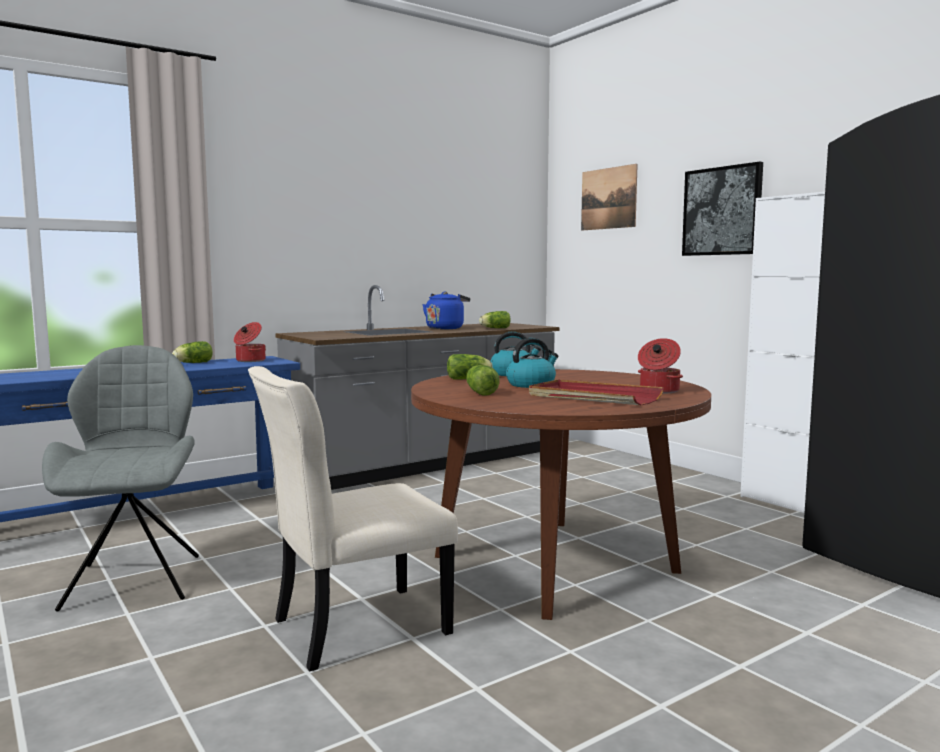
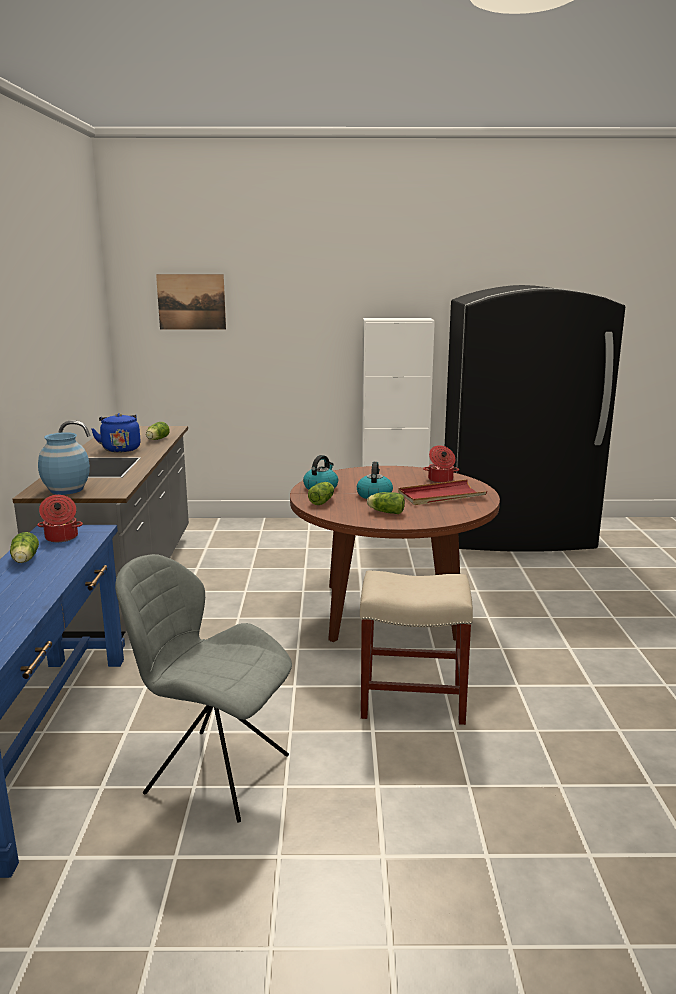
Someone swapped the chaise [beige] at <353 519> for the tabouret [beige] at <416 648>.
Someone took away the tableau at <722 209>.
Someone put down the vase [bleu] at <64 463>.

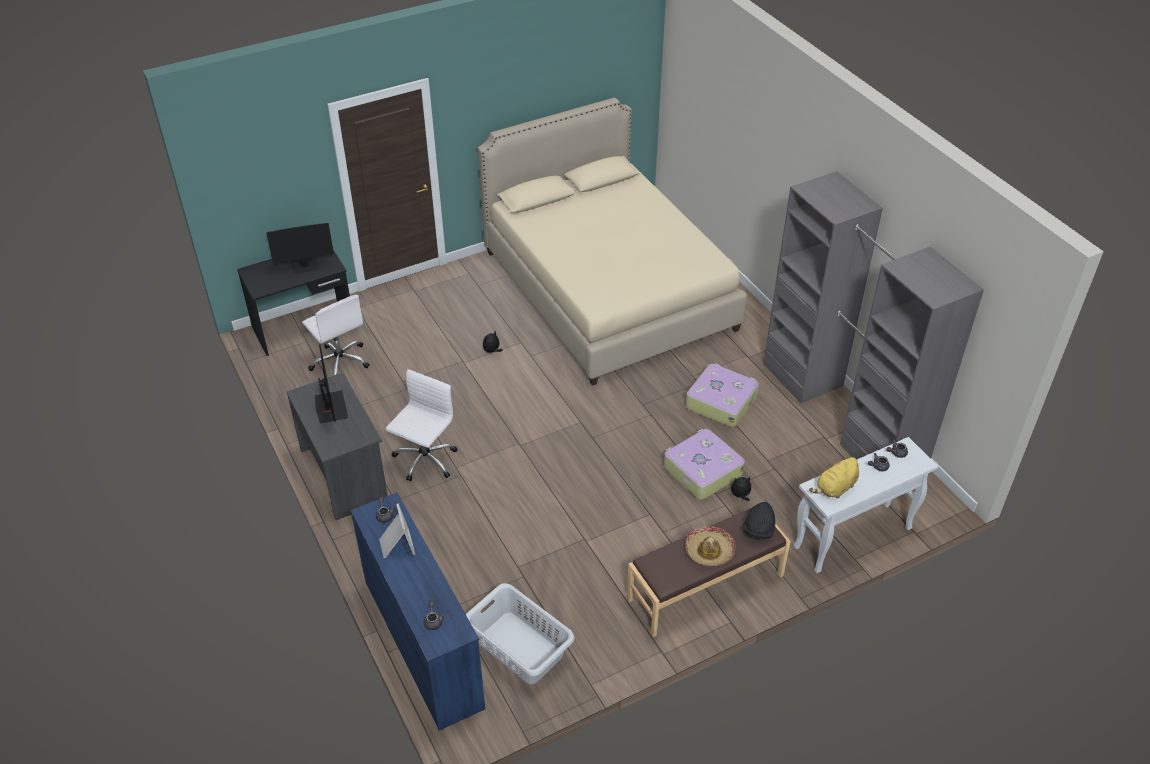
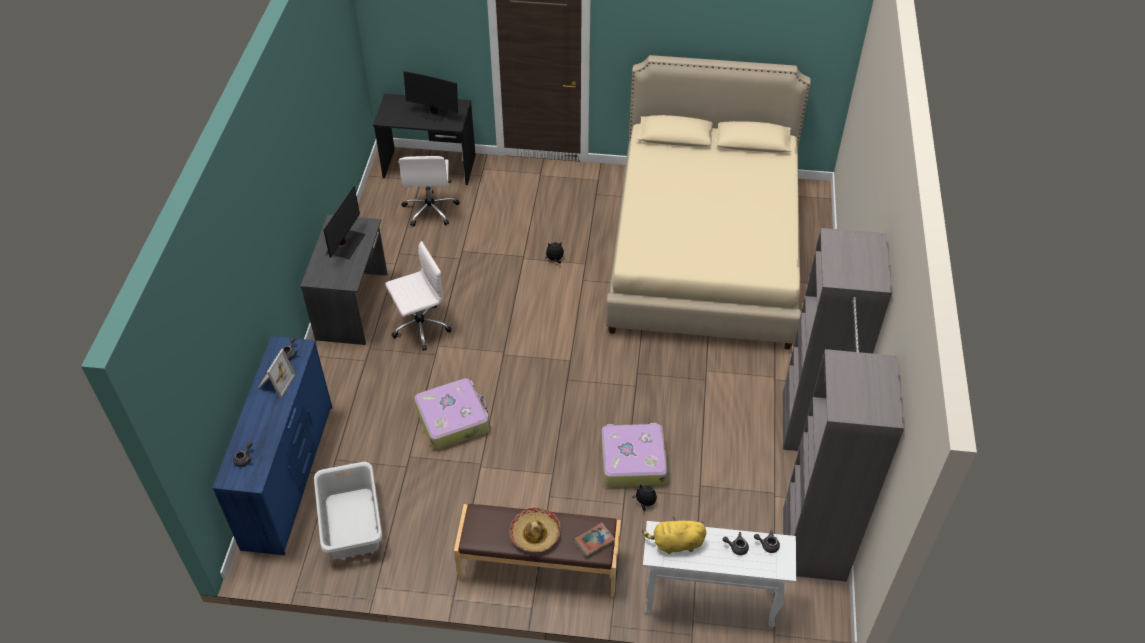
Someone carried the valise from <722 395> to <451 414>.
Someone swapped the chapeau [noir] at <759 521> for the livre at <594 540>.

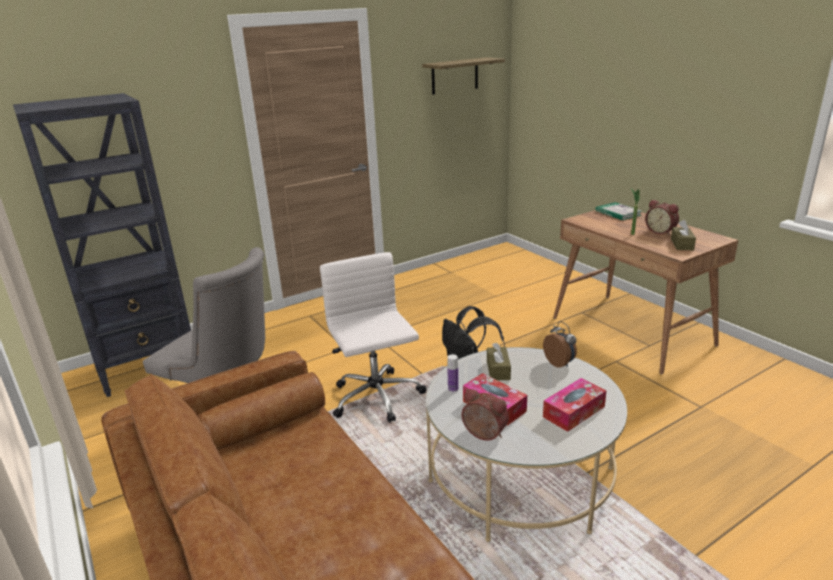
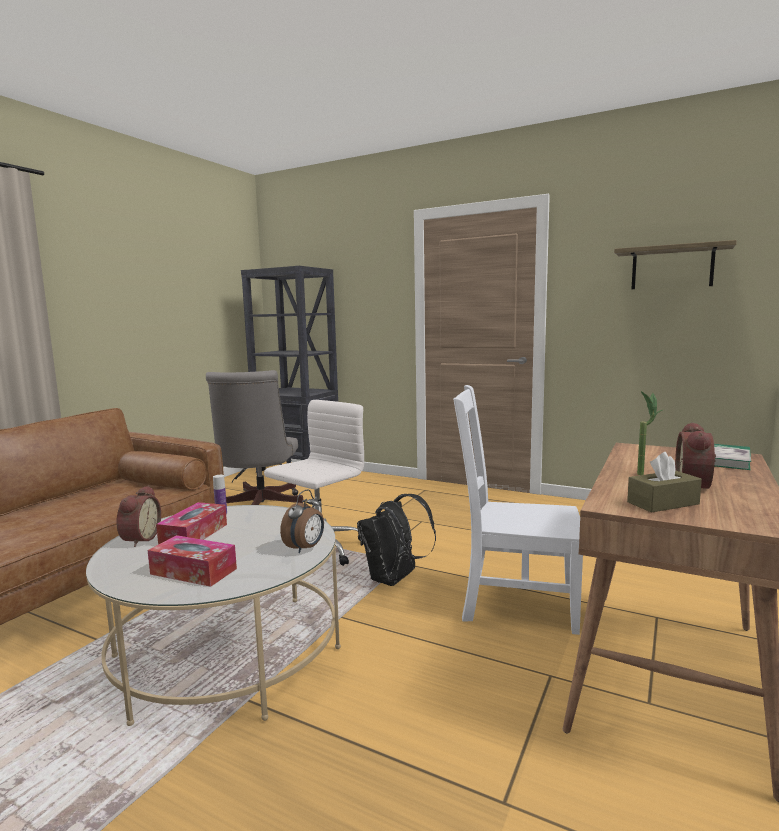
Someone took away the boîte à mouchoirs [marron] at <499 361>.
Someone put down the chaise [blanc] at <518 510>.

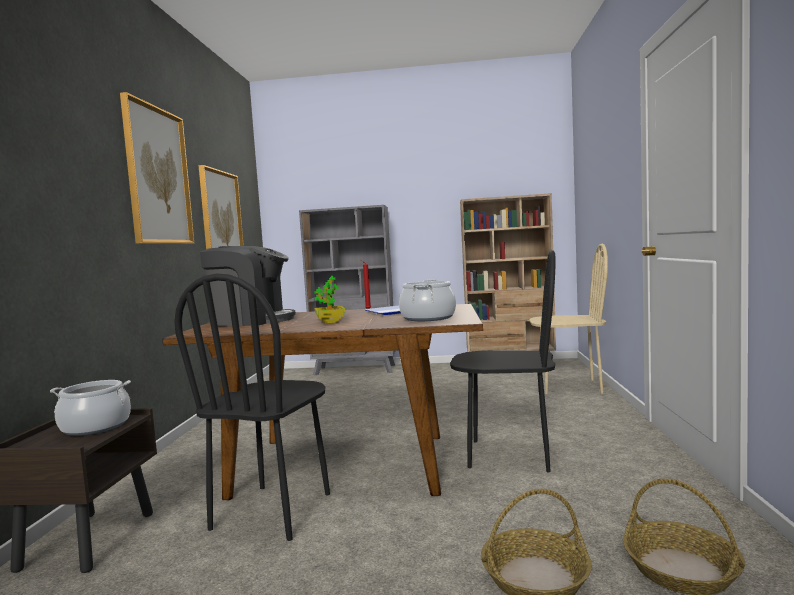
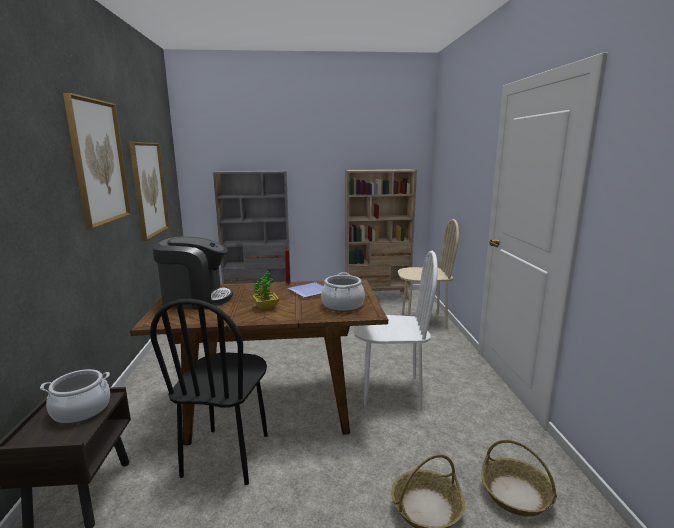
Someone repainted the chaise [noir] at <503 361>, which became the chaise [blanc] at <396 329>.

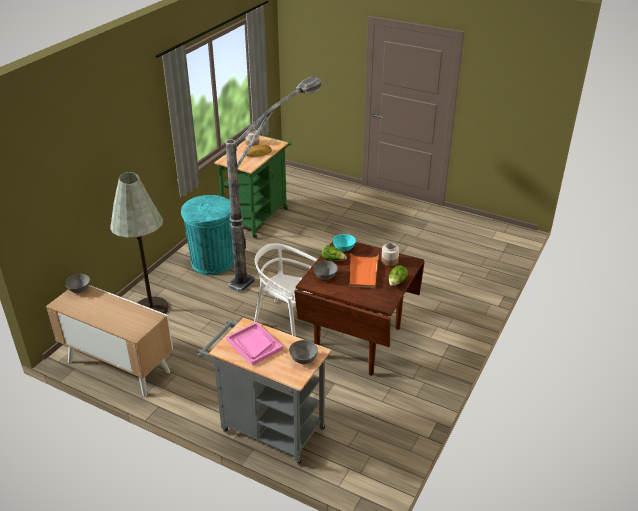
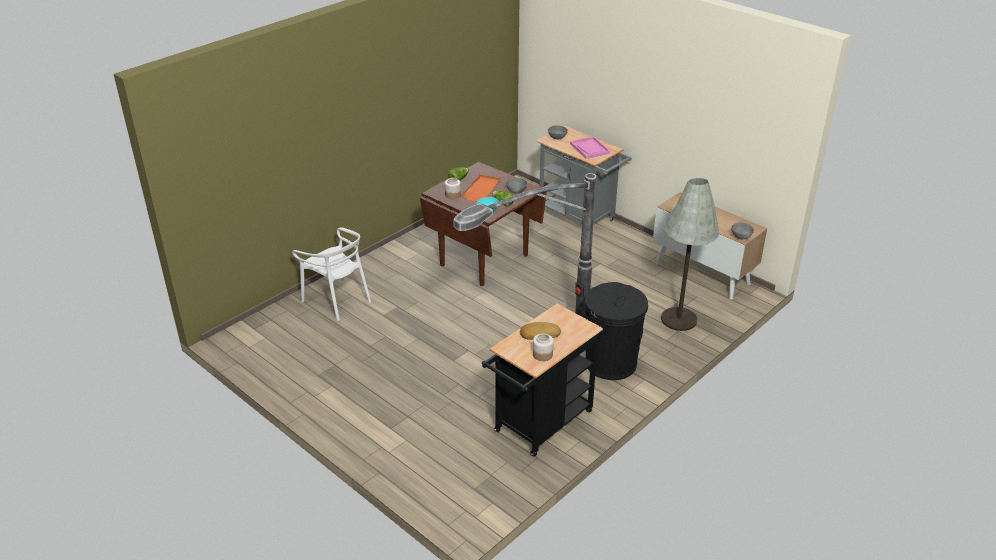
Someone repainted the poubelle [turquoise] at <207 235>, which became the poubelle [noir] at <616 331>.
Someone repainted the chariot [vert] at <253 186>, which became the chariot [noir] at <542 380>.
Someone carried the chaise [blanc] from <285 290> to <331 274>.

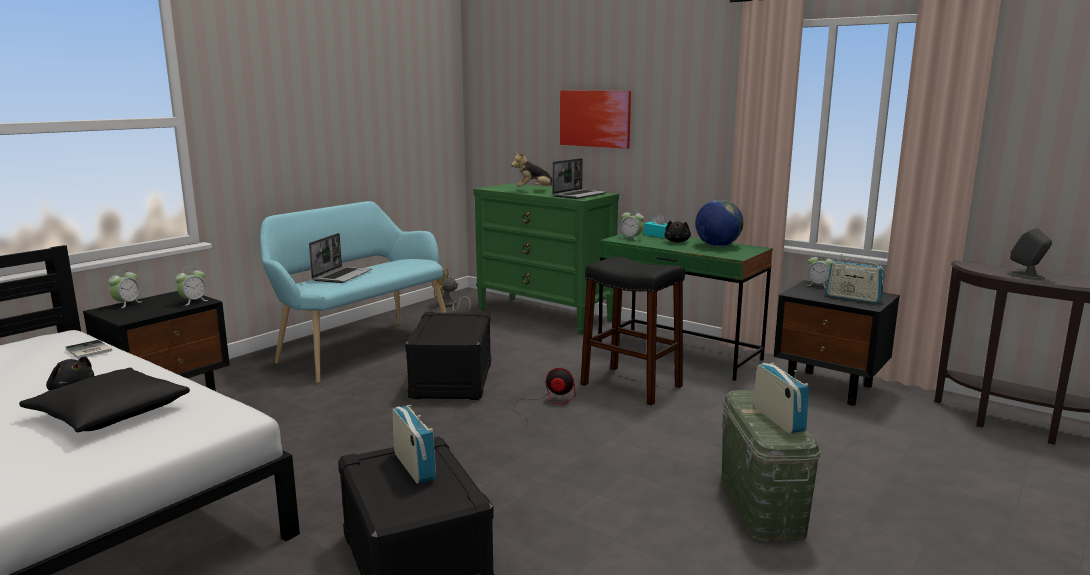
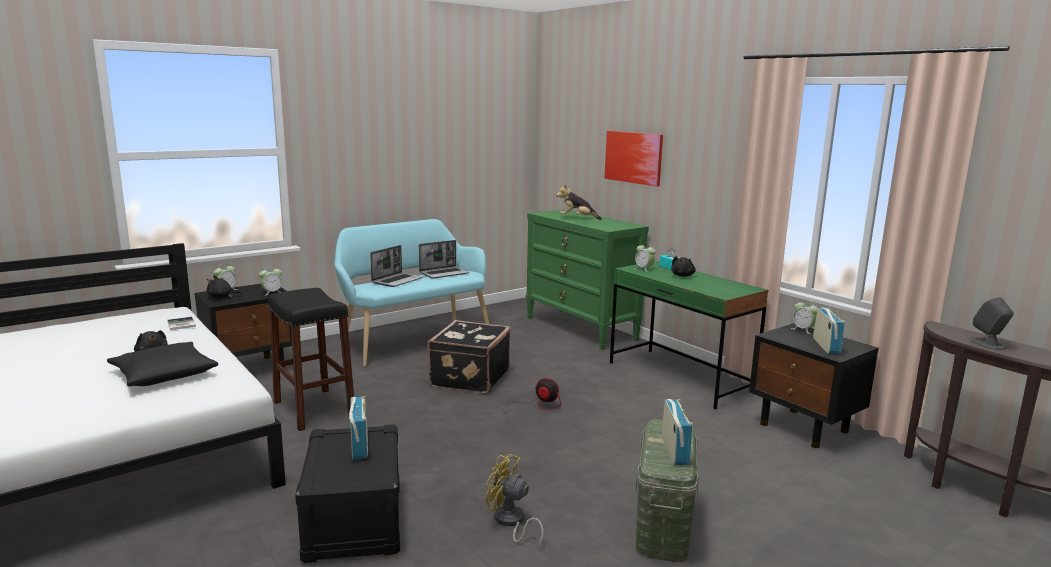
Someone swapped the boîte de rangement [noir] at <448 356> for the valise [noir] at <469 357>.
Someone carried the ventilateur [jaune] from <452 289> to <514 501>.
Someone carried the ordinateur portable from <579 178> to <444 259>.
Someone carried the tabouret [noir] from <632 330> to <311 359>.
Someone took away the globe at <719 223>.
Someone rotated the radio at <855 278> by 135 degrees counterclockwise.
Someone put down the peluche [noir] at <225 287>.

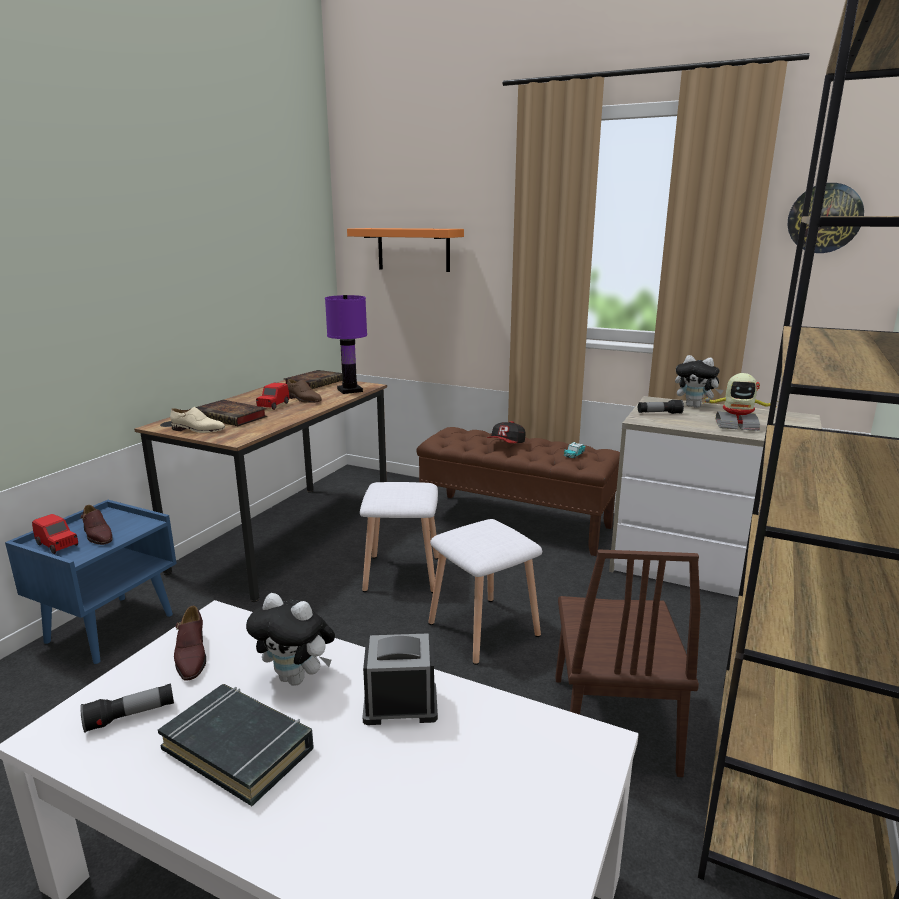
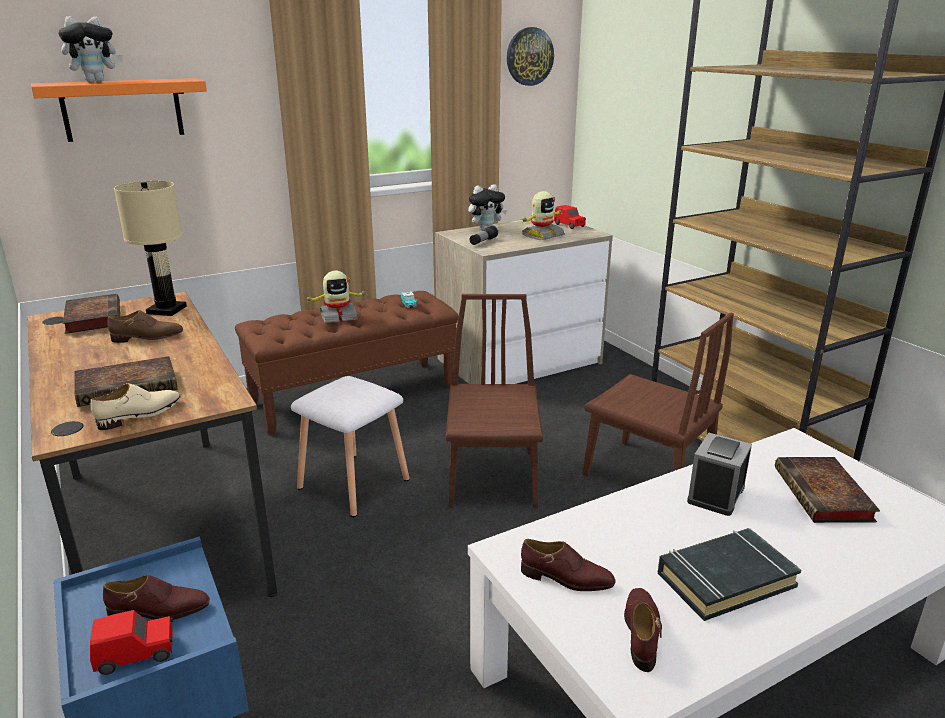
Someone swapped the lampe de poche at <127 708> for the chaussure [marron] at <643 630>.
Someone carried the peluche from <290 639> to <90 49>.
Someone carried the petite voiture [rouge] from <272 396> to <570 217>.
Someone repainted the lampe de table [violet] at <346 344>, which became the lampe de table [beige] at <150 248>.
Someone swapped the tabouret [blanc] at <485 592> for the chaise [marron] at <494 401>.
Someone swapped the casquette at <506 432> for the robot jouet at <337 297>.
Someone put down the livre at <827 490>.

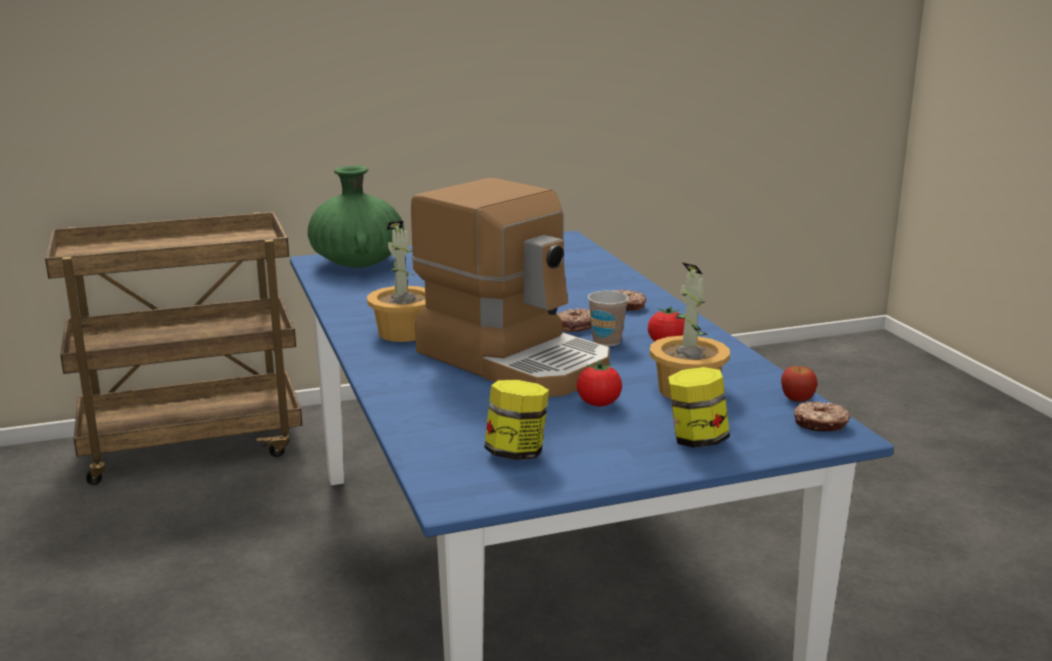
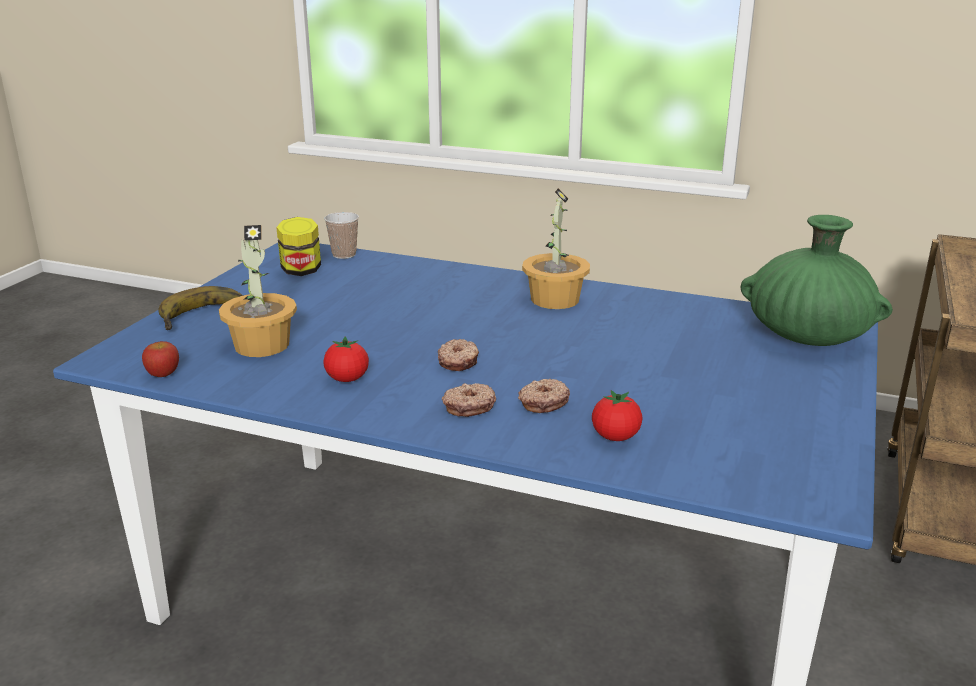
Someone took away the machine à café at <510 287>.
Someone carried the tomate from <599 383> to <617 415>.
Someone carried the tasse from <608 318> to <341 235>.
Someone swapped the bocal at <699 407> for the banane at <200 308>.
Someone carried the beignet from <822 416> to <544 396>.

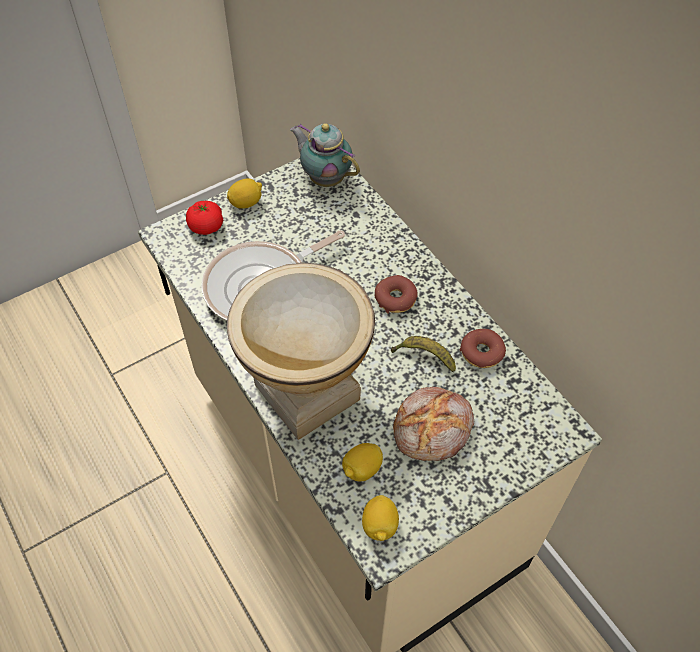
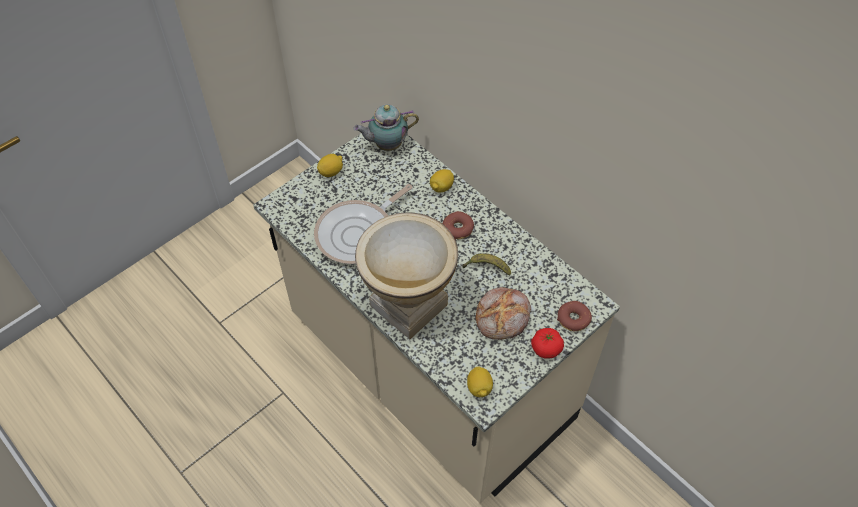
Someone carried the tomate from <204 218> to <547 343>.
Someone rotated the théière at <325 155> by 45 degrees counterclockwise.
Someone carried the citron from <362 462> to <442 180>.
Someone carried the beignet from <483 348> to <574 316>.

